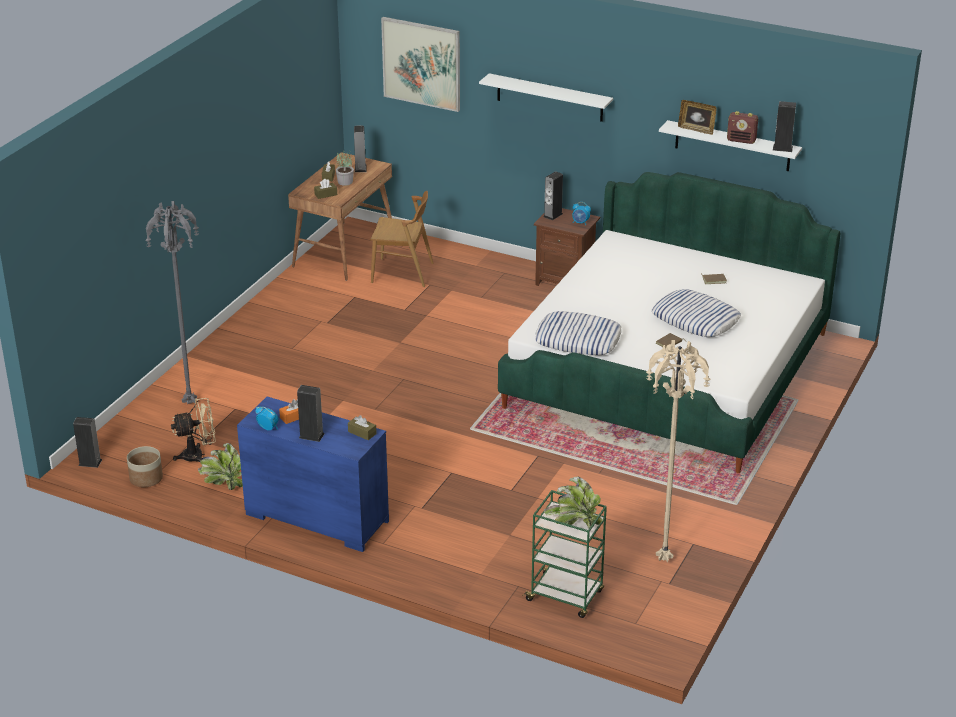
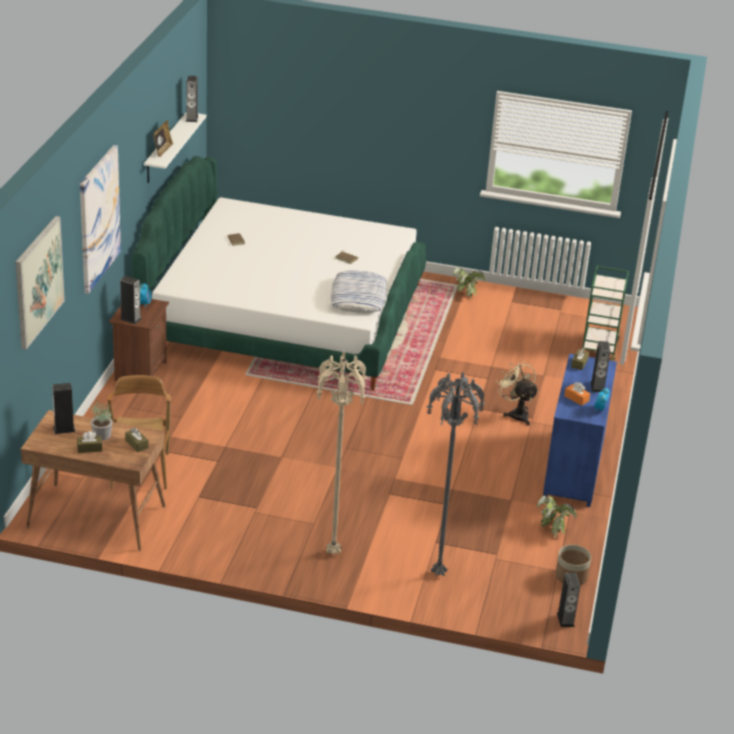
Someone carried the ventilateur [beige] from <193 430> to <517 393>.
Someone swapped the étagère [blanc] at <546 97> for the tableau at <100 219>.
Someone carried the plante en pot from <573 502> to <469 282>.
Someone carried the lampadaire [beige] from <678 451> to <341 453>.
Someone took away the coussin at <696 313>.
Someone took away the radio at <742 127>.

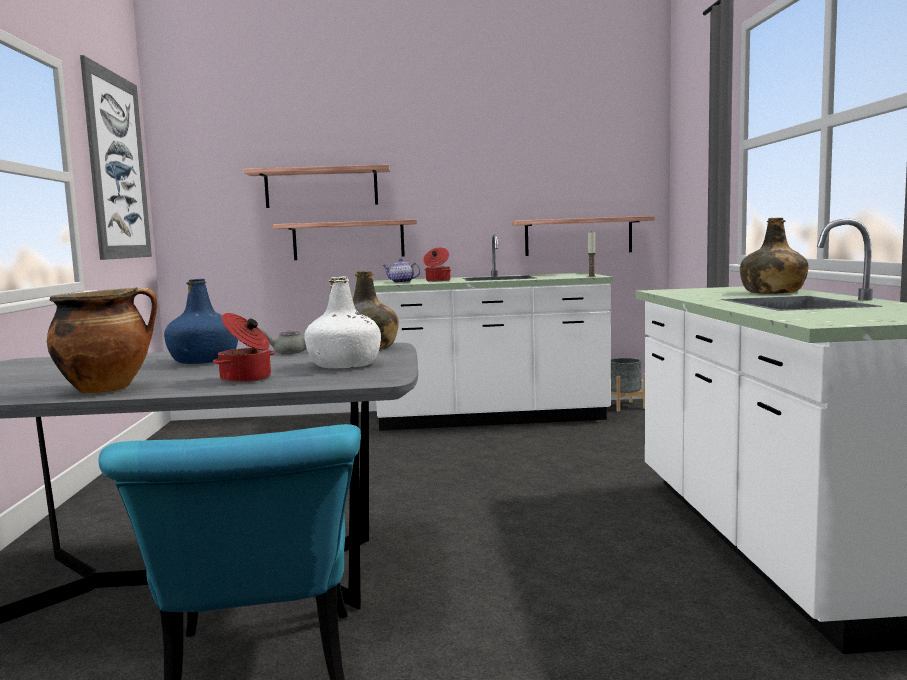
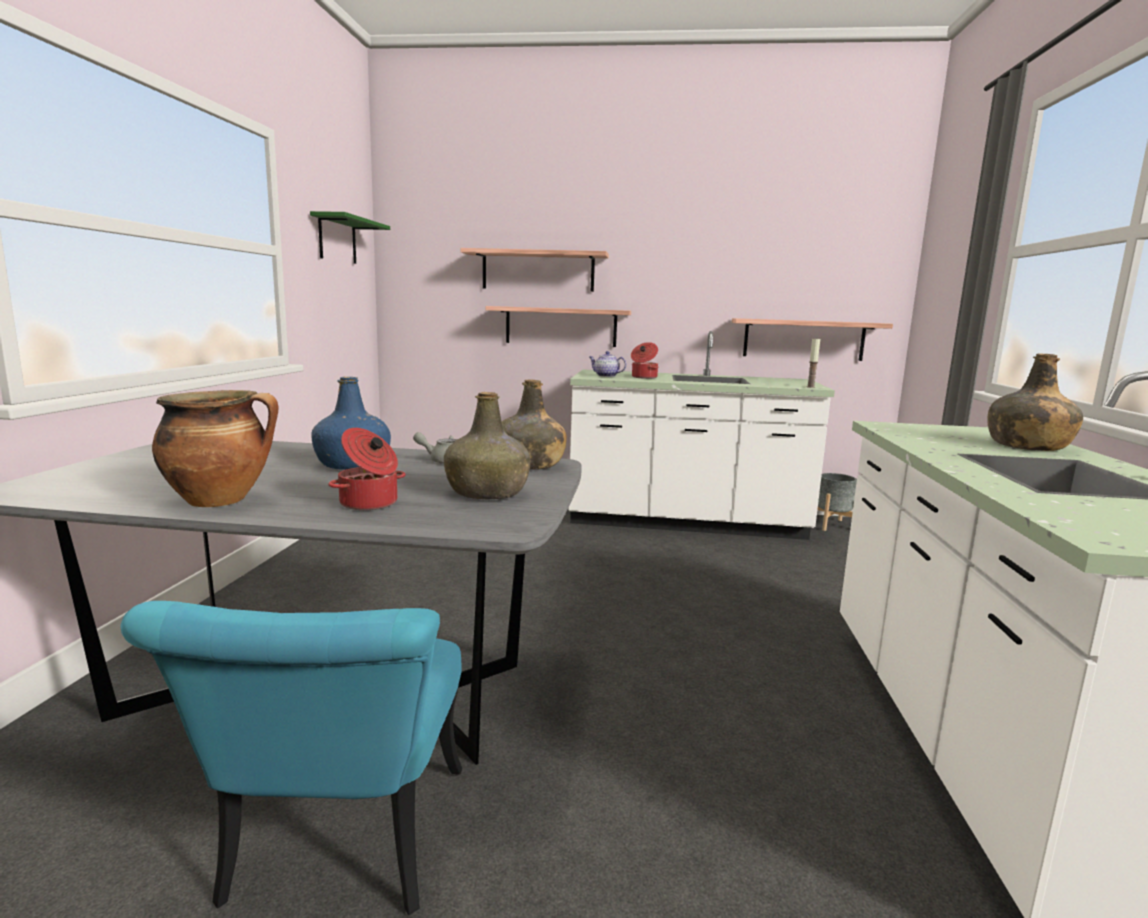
Someone swapped the tableau at <116 157> for the étagère [vert] at <350 237>.
Someone repainted the bouteille [blanc] at <343 322>, which became the bouteille [vert] at <487 445>.

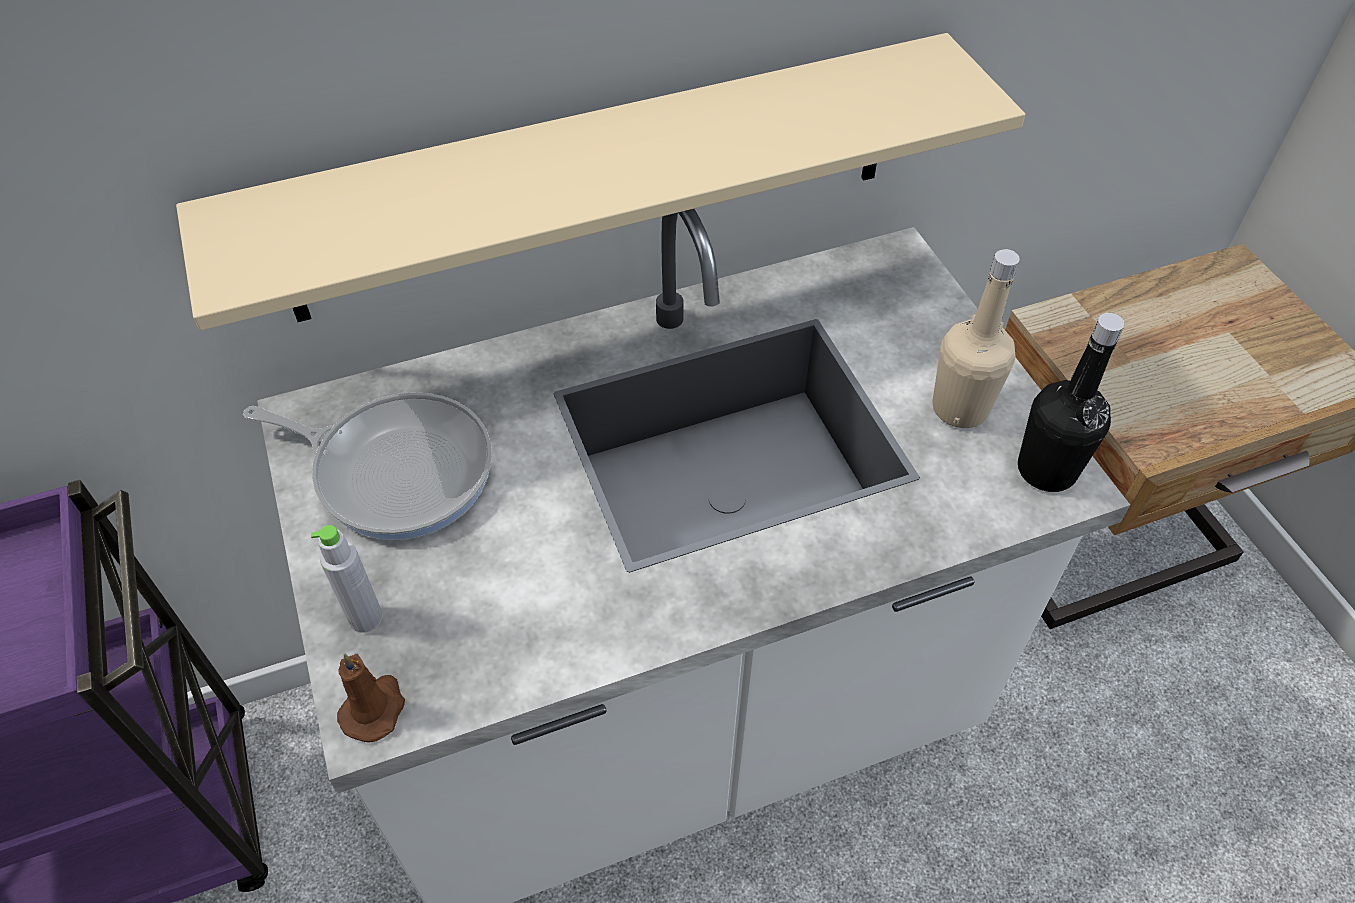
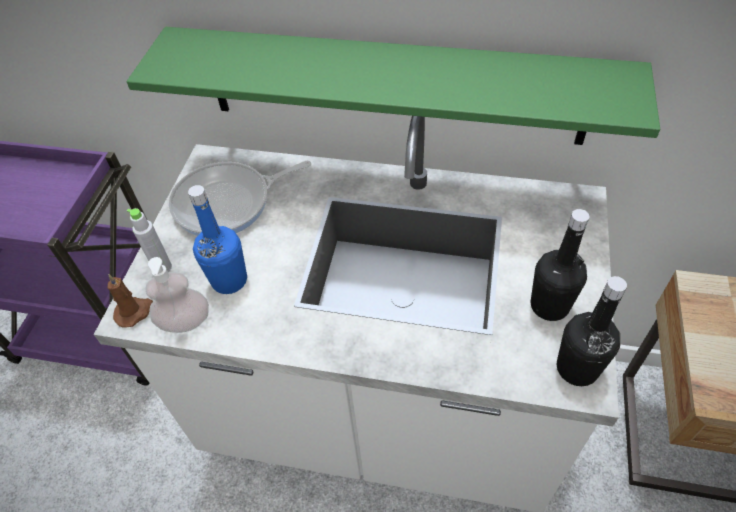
Someone repainted the étagère [beige] at <600 181>, which became the étagère [vert] at <393 86>.
Someone rotated the poêle at <367 466> by 105 degrees clockwise.
Someone repainted the bouteille [beige] at <976 338>, which became the bouteille [noir] at <560 265>.
Someone put down the distributeur de savon at <177 295>.
Someone put down the bouteille [bleu] at <217 239>.

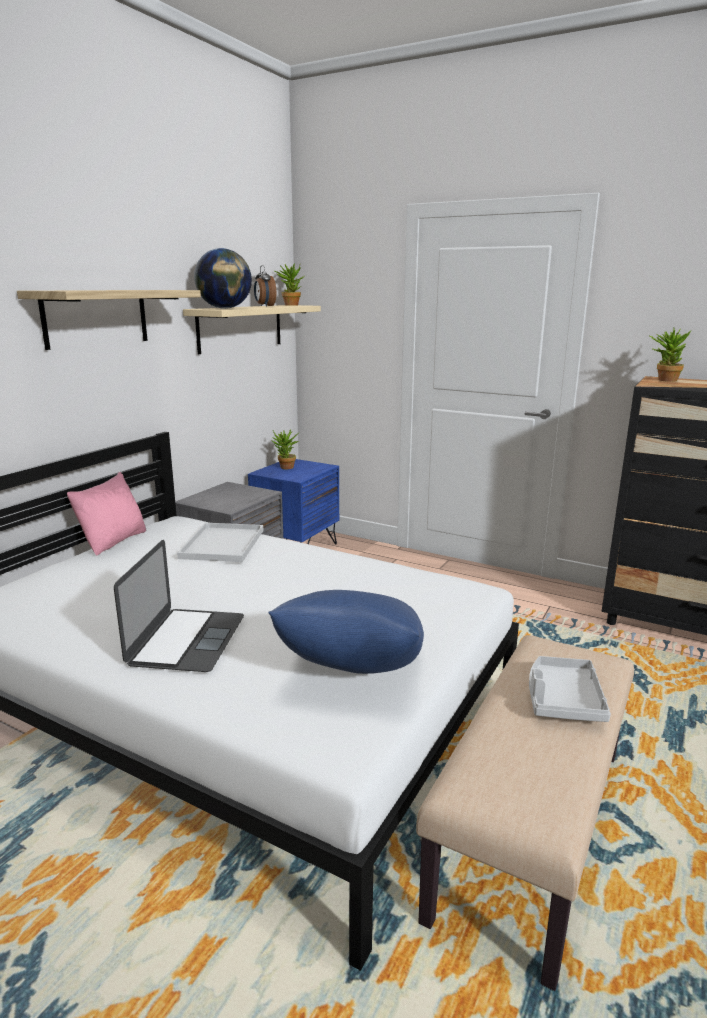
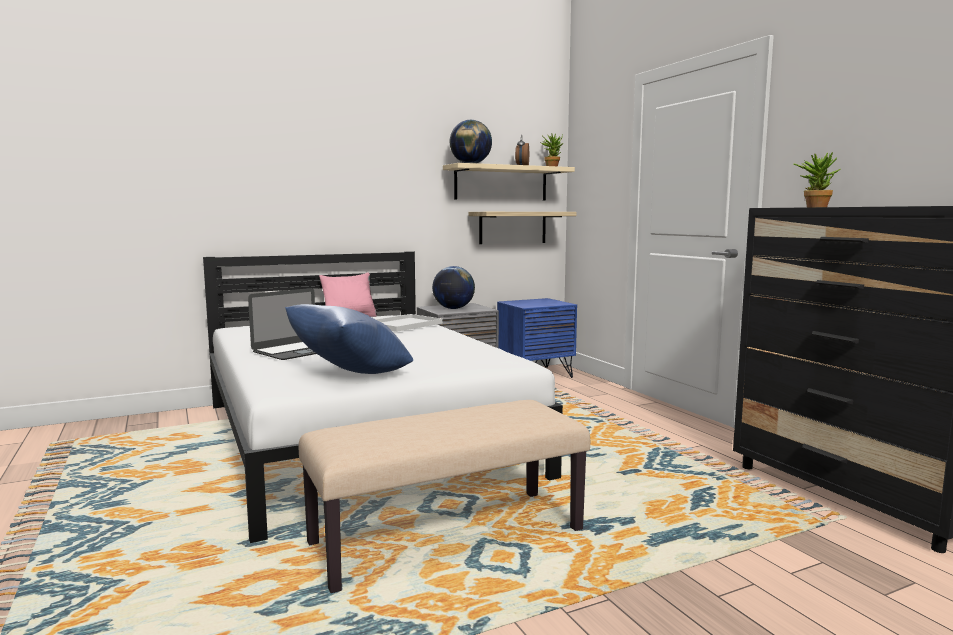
Someone carried the étagère from <109 320> to <522 228>.
Someone took away the plante en pot at <285 449>.
Someone took away the plateau [gris] at <570 689>.
Someone put down the globe at <453 287>.

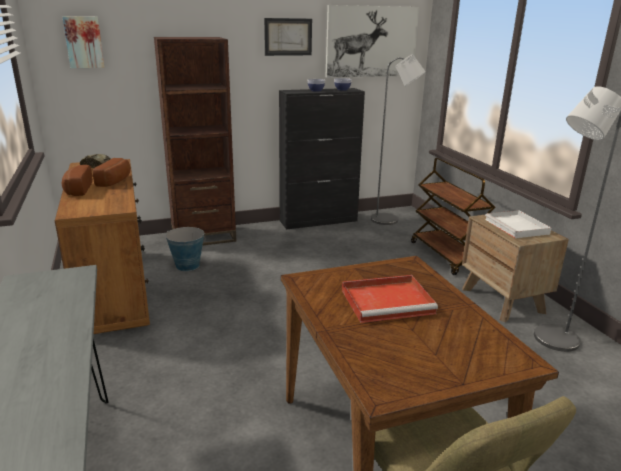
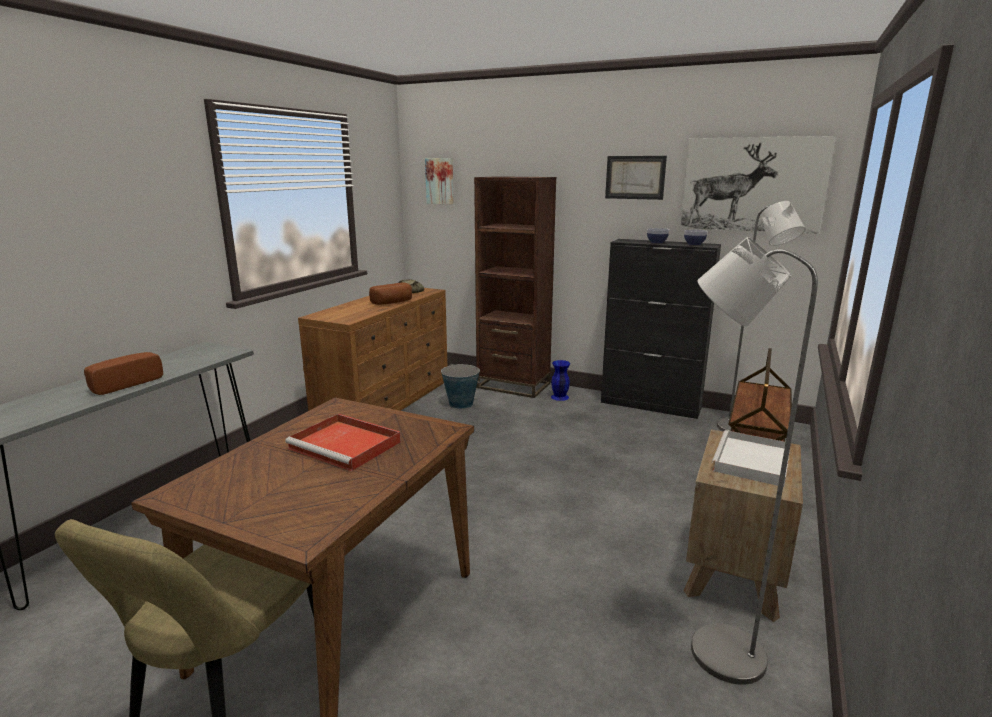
Someone carried the pain from <77 180> to <123 373>.
Someone put down the vase [bleu] at <560 380>.

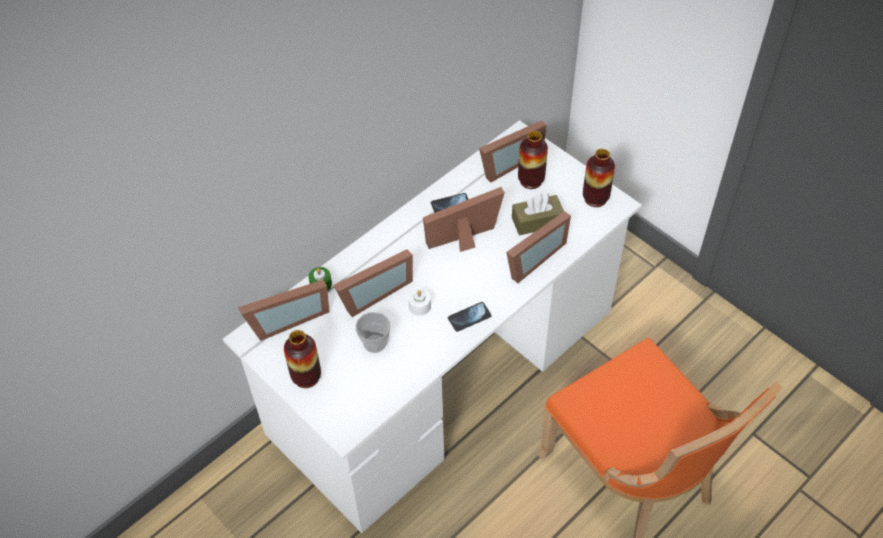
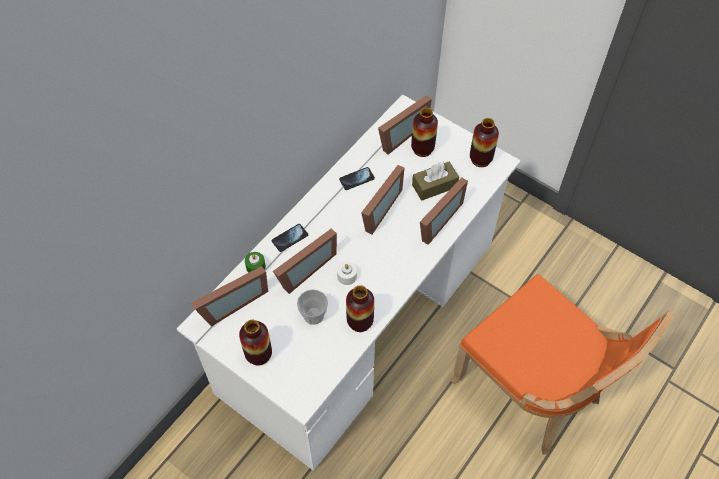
Someone rotated the cadre photo at <464 219> by 150 degrees clockwise.
Someone carried the téléphone from <470 317> to <290 238>.
Someone put down the vase at <360 308>.

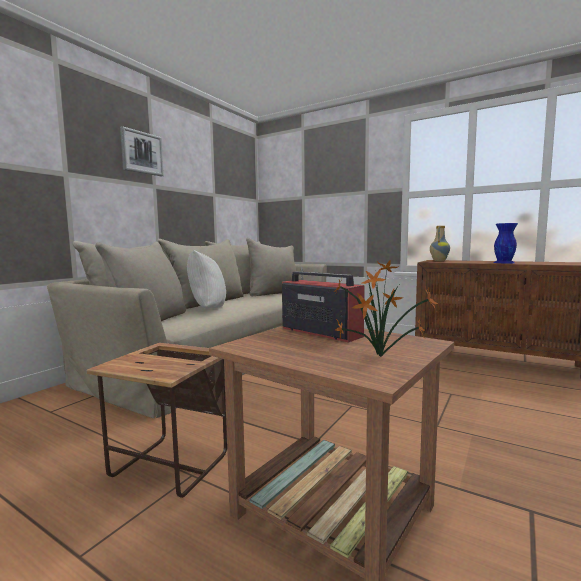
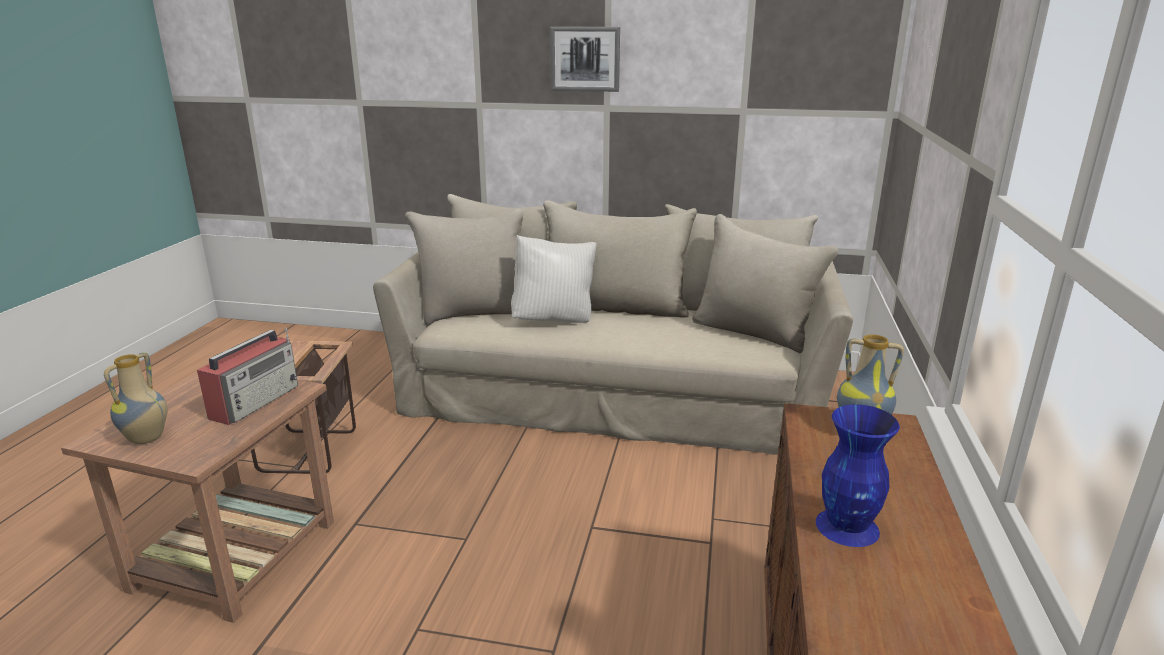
Someone swapped the plante en pot at <385 309> for the vase at <136 398>.

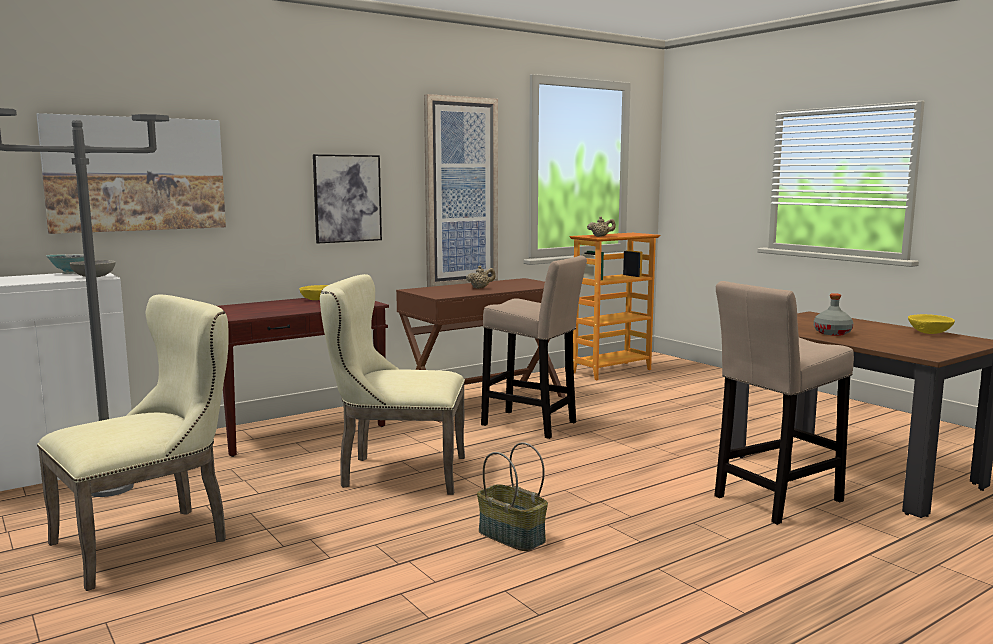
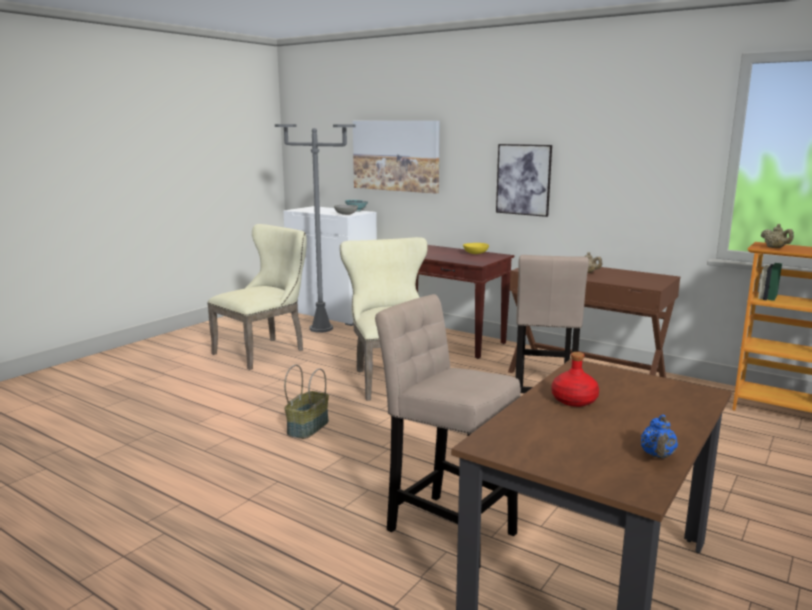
Someone rotated the chaise [beige] at <133 443> by 75 degrees counterclockwise.
Someone took away the tableau at <461 190>.
Someone repainted the bouteille [gris] at <833 314>, which became the bouteille [rouge] at <575 379>.
Someone swapped the bol [jaune] at <931 324> for the théière [bleu] at <659 437>.

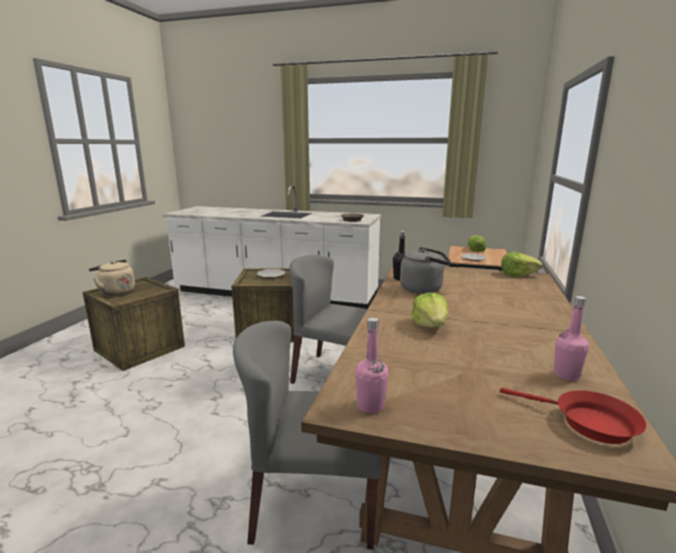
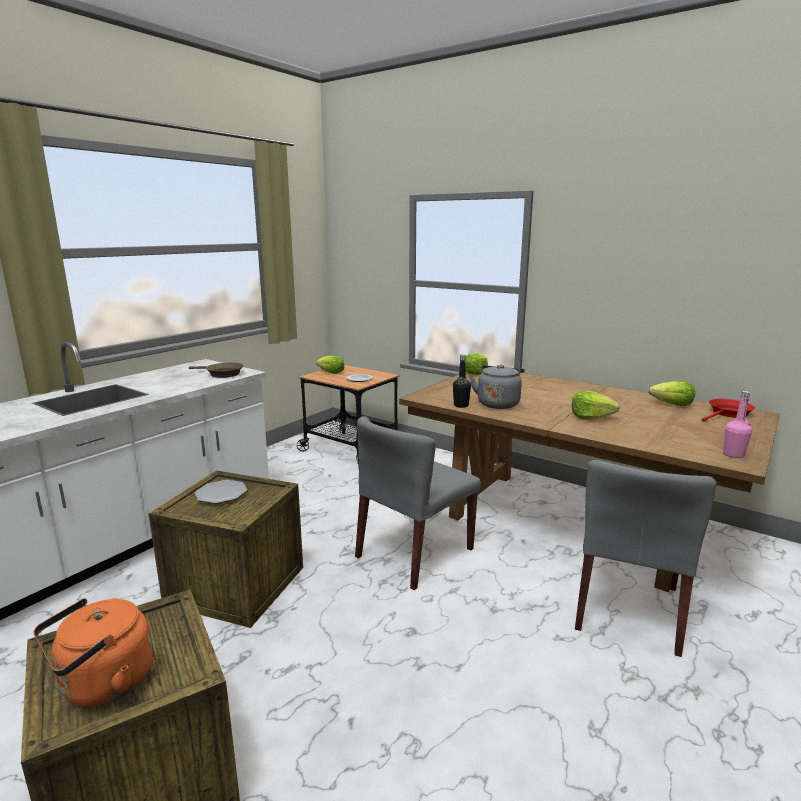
Someone repainted the bouilloire [beige] at <112 277>, which became the bouilloire [orange] at <93 652>.
Someone swapped the bouteille [rose] at <571 338> for the laitue at <671 393>.

